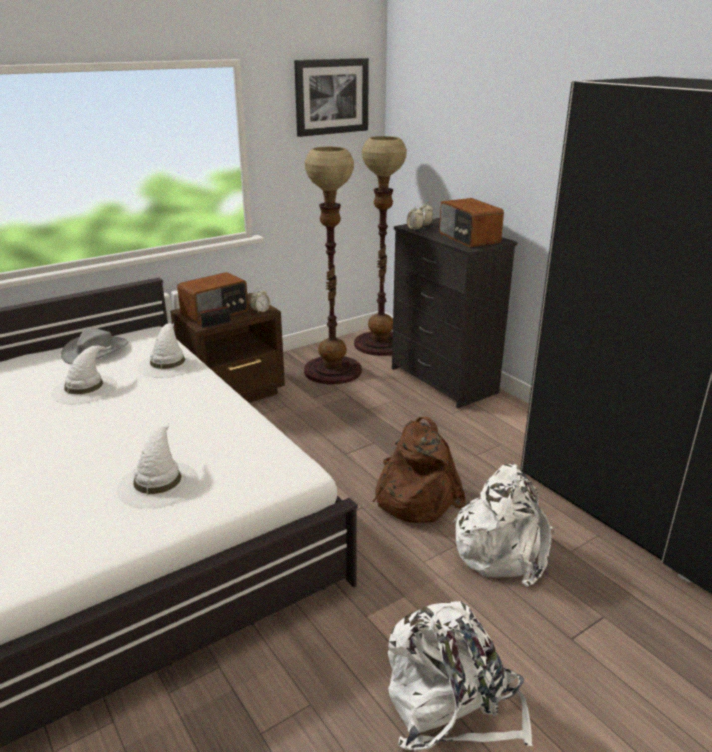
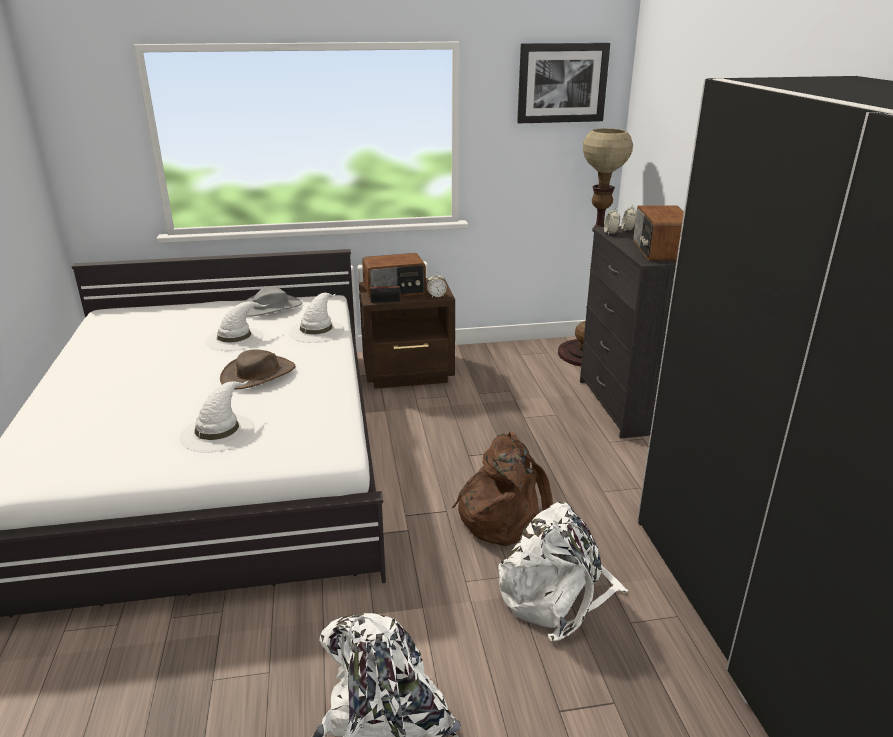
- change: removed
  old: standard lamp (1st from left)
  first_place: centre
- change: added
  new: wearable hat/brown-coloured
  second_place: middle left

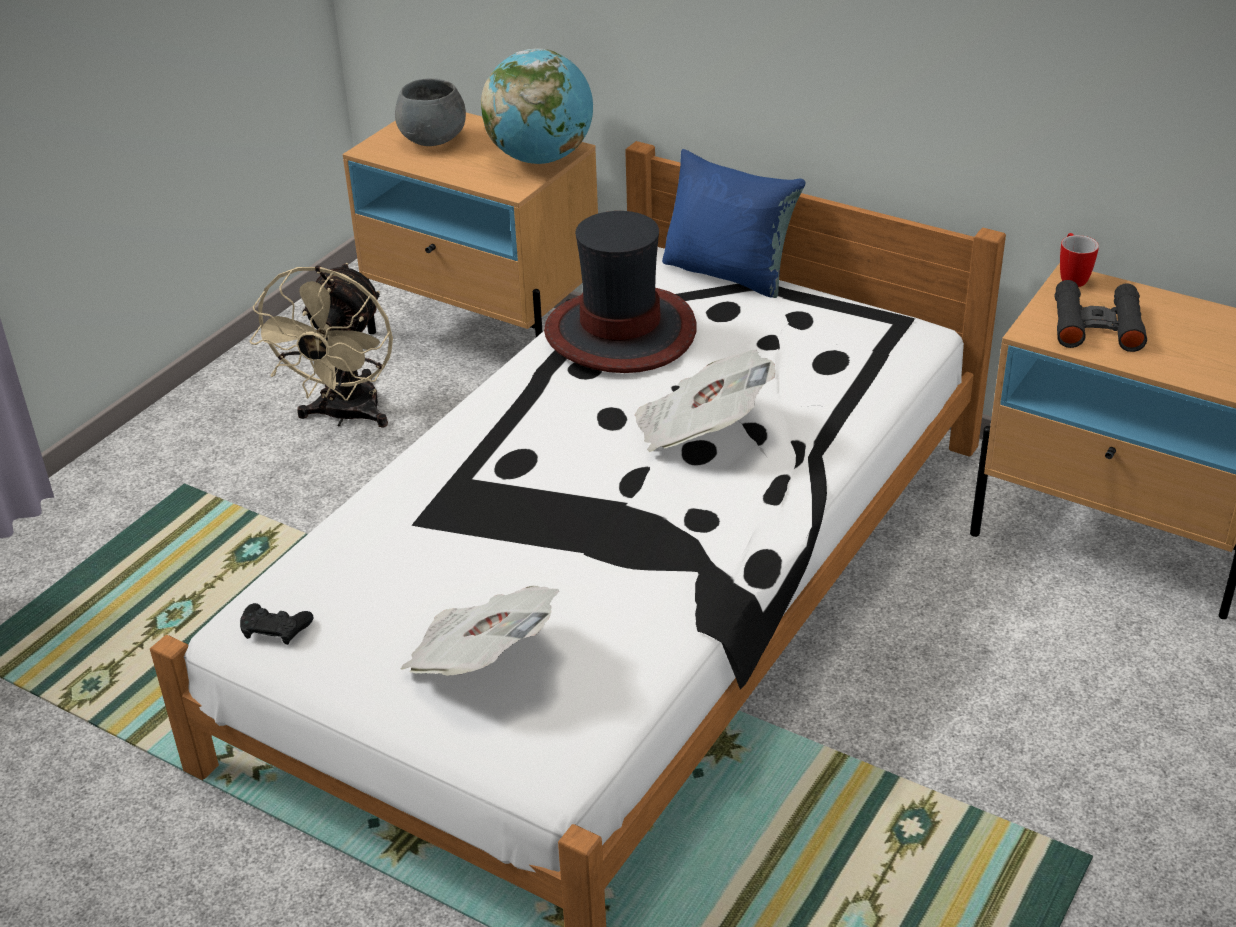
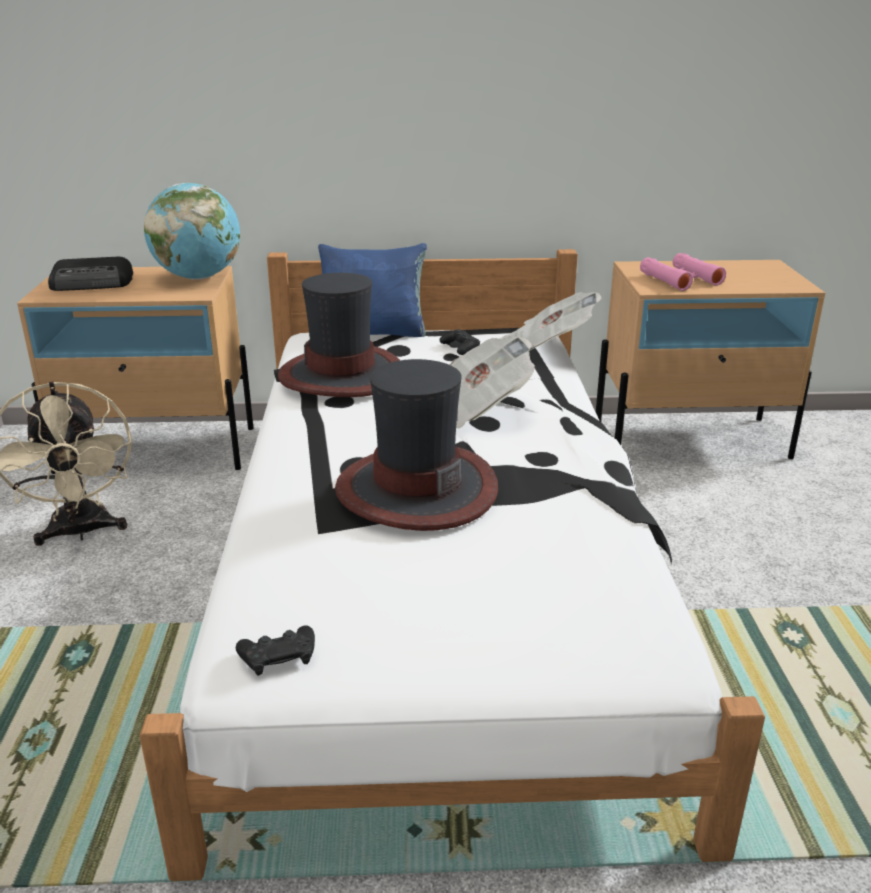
- change: replaced
  old: serving bowl/grey
  new: radio
  first_place: top centre
  second_place: top left
- change: removed
  old: tea mug
  first_place: top right
- change: recoloured
  old: field glasses/black-coloured
  new: field glasses/pink
  first_place: middle right
  second_place: top right
- change: moved
  old: printed paper (1st from left in the first image)
  new: printed paper (2nd from left)
  first_place: bottom centre
  second_place: centre
- change: added
  new: gamepad/black-coloured (2nd from left)
  second_place: centre
- change: added
  new: wearable hat (2nd from left)
  second_place: centre

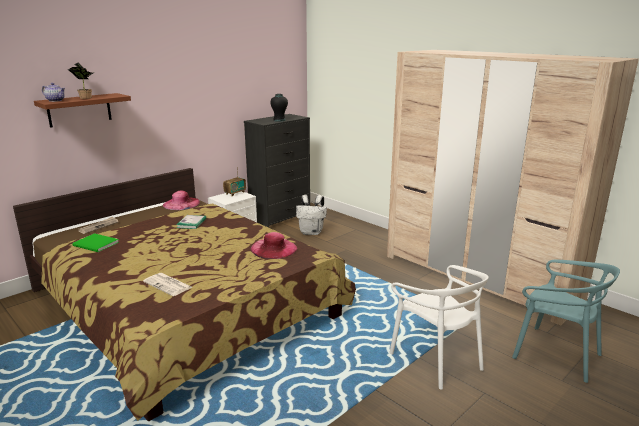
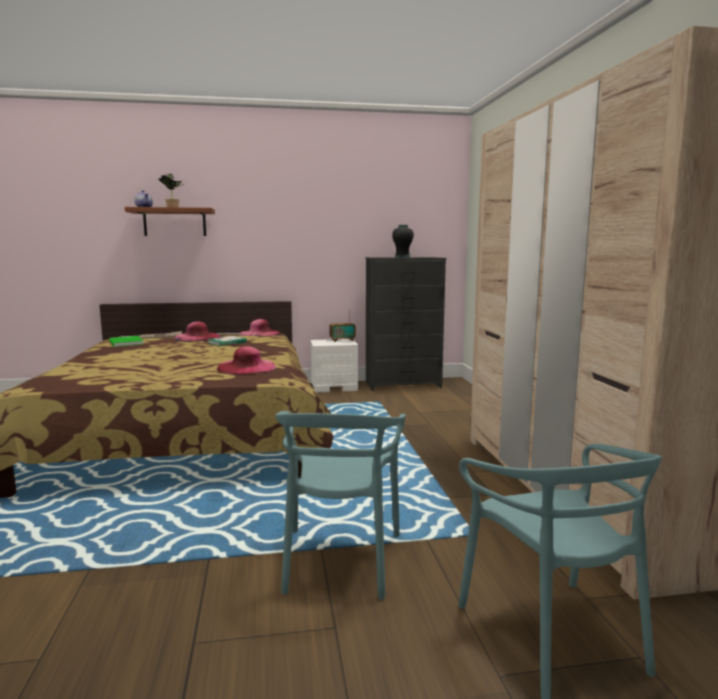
- change: removed
  old: backpack/whitish
  first_place: centre
- change: recoloured
  old: plain chair/whitish
  new: plain chair/blue-green (1st from left)
  first_place: bottom right
  second_place: bottom centre
- change: removed
  old: printed paper (2nd from left)
  first_place: bottom left
- change: added
  new: wearable hat/pink (1st from left)
  second_place: middle left

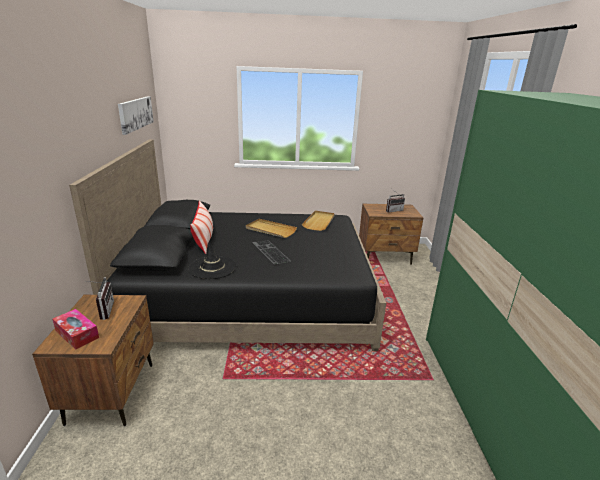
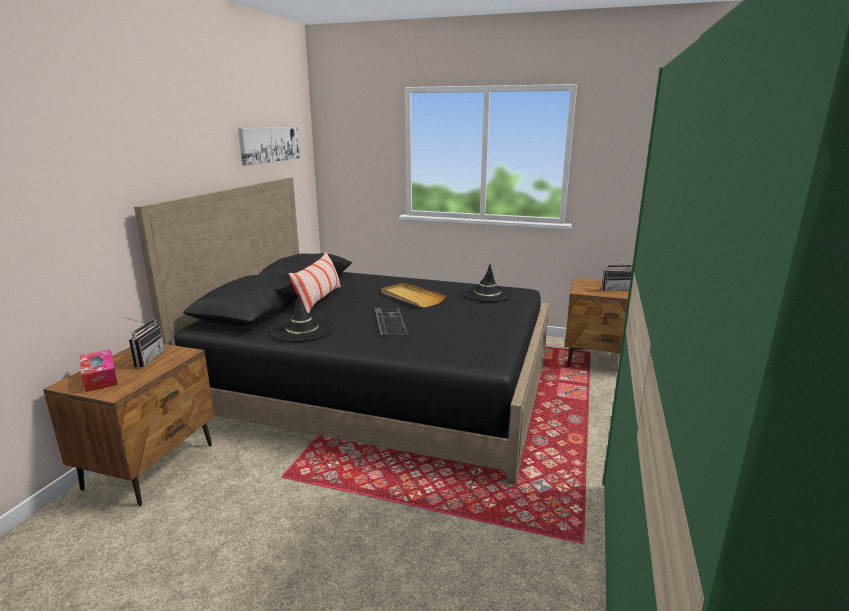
- change: replaced
  old: carrying tray/beige-coloured (2nd from left)
  new: wearable hat/black-coloured (2nd from left)
  first_place: centre
  second_place: centre

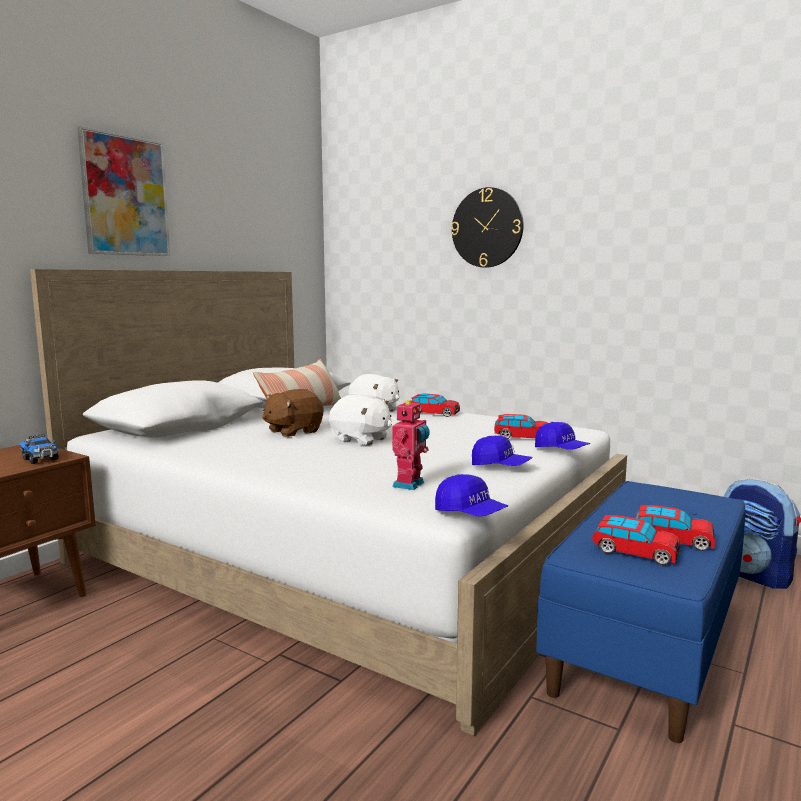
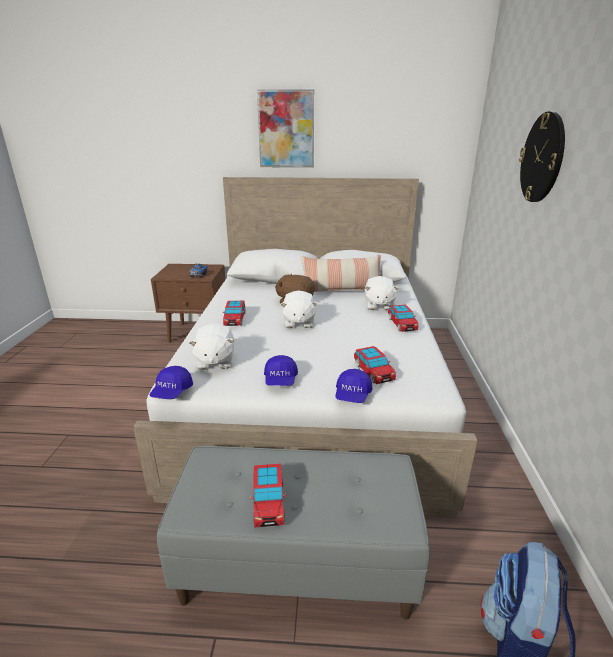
- change: replaced
  old: robot figure
  new: plush toy/whitish (1st from left)
  first_place: centre
  second_place: centre
- change: recoloured
  old: bench/blue
  new: bench/grey
  first_place: bottom right
  second_place: bottom centre
- change: moved
  old: model car (3rd from left in the first image)
  new: model car (1st from left)
  first_place: bottom right
  second_place: centre

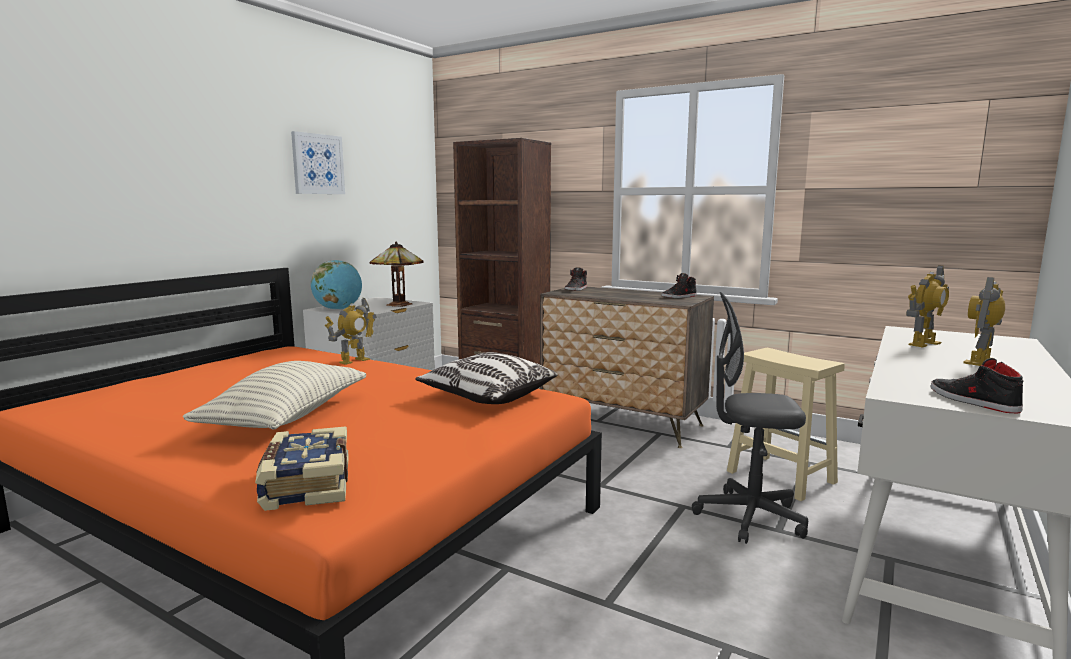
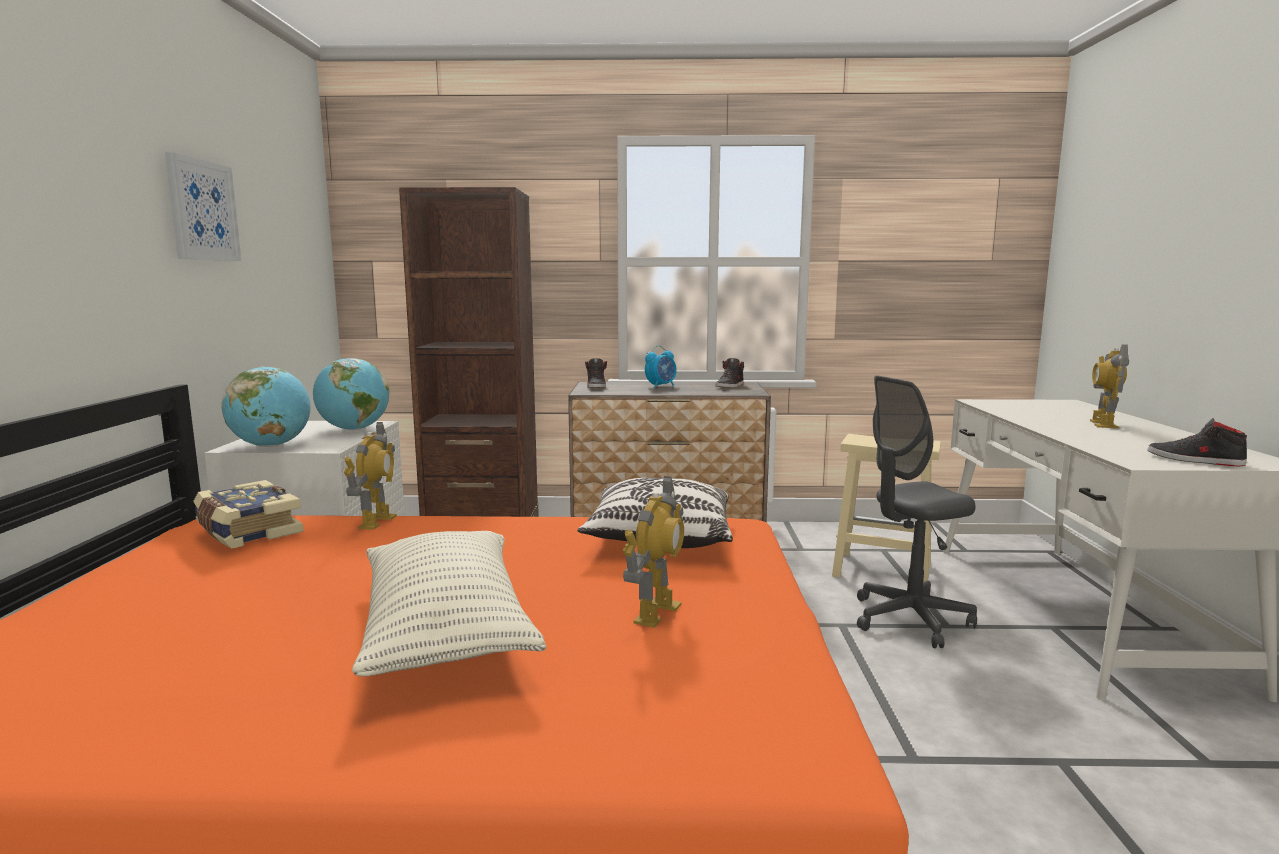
- change: replaced
  old: lamp for a table
  new: desk globe (2nd from left)
  first_place: centre
  second_place: middle left
- change: moved
  old: robot figure (2nd from left)
  first_place: middle right
  second_place: centre
- change: moved
  old: volume
  first_place: bottom left
  second_place: middle left
- change: added
  new: table clock
  second_place: centre

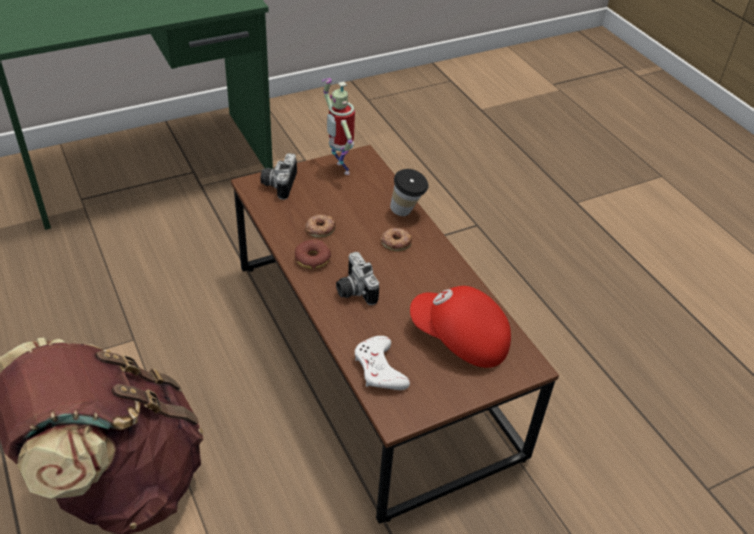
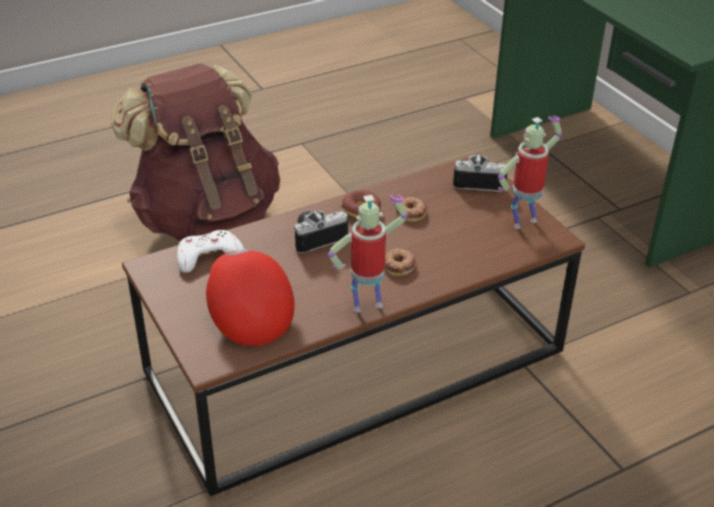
- change: removed
  old: small cup
  first_place: centre
- change: turned
  old: cap/red
  first_place: centre
  second_place: centre
  degrees: -45
- change: added
  new: robot figure (1st from left)
  second_place: centre

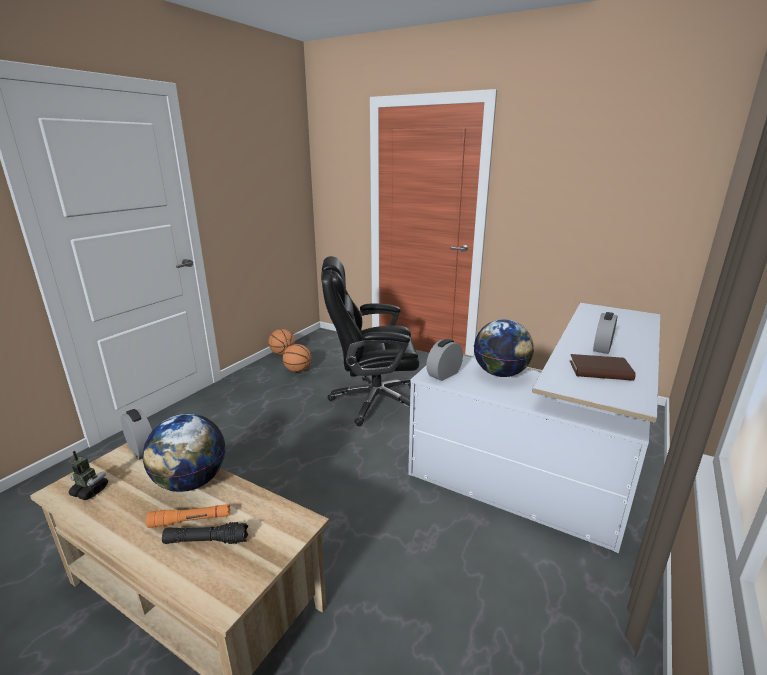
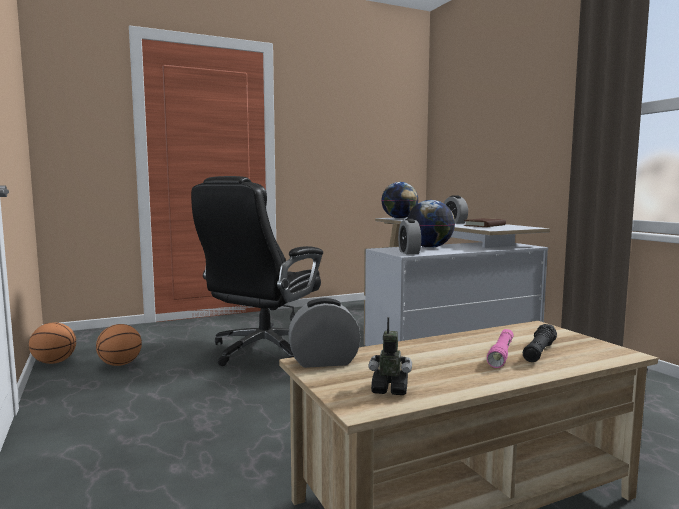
- change: moved
  old: desk globe (1st from left)
  first_place: bottom left
  second_place: centre
- change: turned
  old: robot figure
  first_place: bottom left
  second_place: bottom centre
  degrees: 45
- change: recoloured
  old: hand torch/orange-coloured
  new: hand torch/pink
  first_place: bottom left
  second_place: bottom right

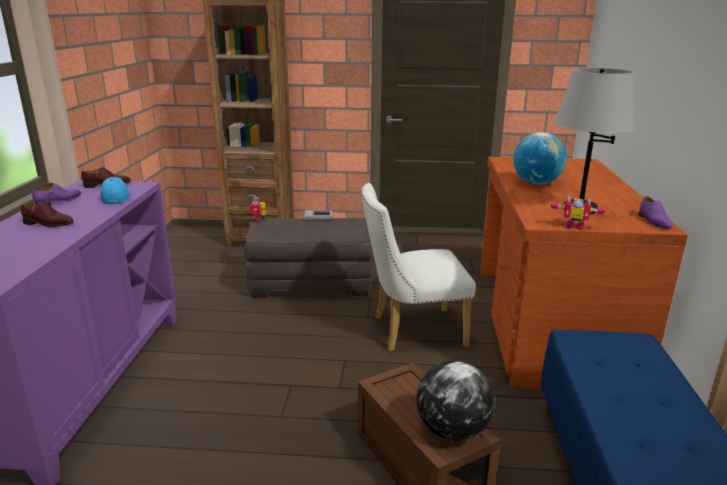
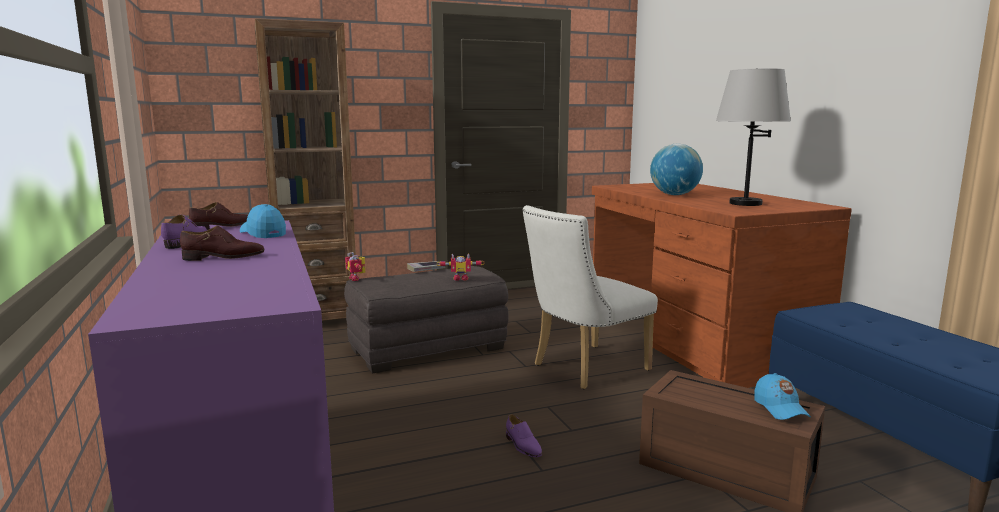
- change: moved
  old: robot figure (2nd from left)
  first_place: middle right
  second_place: centre
- change: moved
  old: low shoe/purplish (2nd from left)
  first_place: middle right
  second_place: bottom centre
- change: replaced
  old: desk globe (1st from left)
  new: cap/blue (2nd from left)
  first_place: bottom centre
  second_place: bottom right

